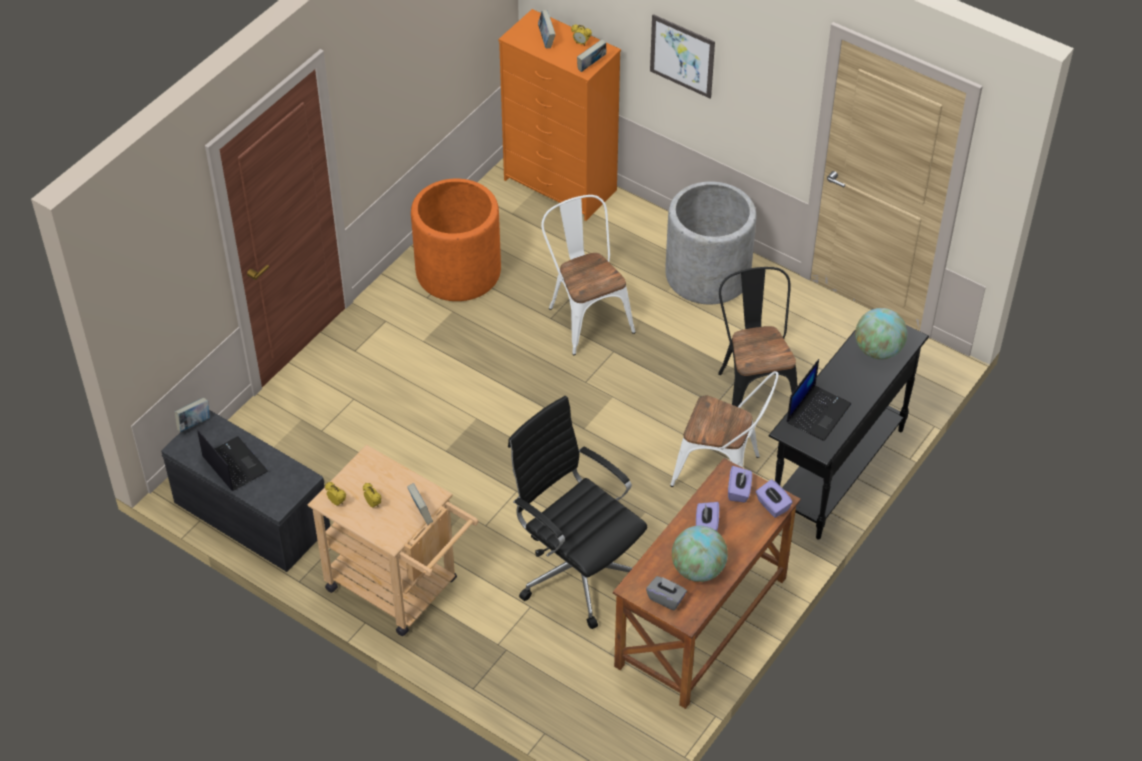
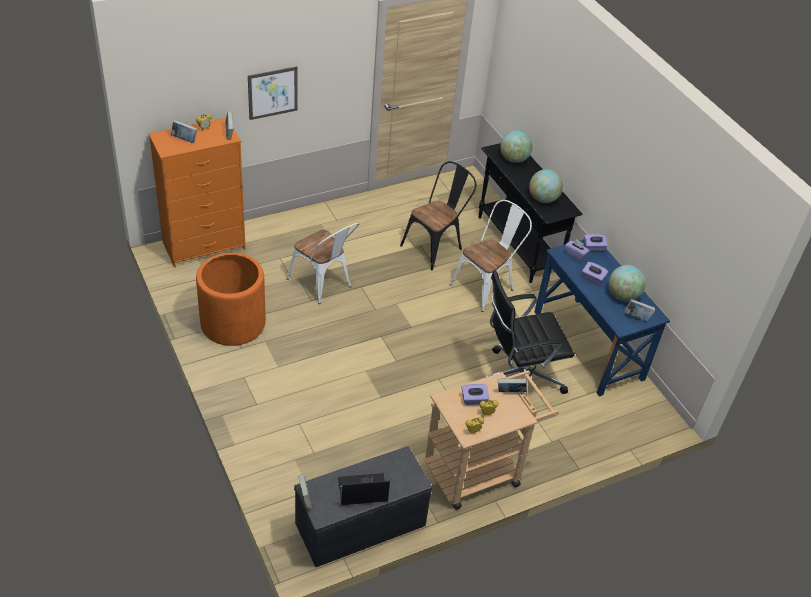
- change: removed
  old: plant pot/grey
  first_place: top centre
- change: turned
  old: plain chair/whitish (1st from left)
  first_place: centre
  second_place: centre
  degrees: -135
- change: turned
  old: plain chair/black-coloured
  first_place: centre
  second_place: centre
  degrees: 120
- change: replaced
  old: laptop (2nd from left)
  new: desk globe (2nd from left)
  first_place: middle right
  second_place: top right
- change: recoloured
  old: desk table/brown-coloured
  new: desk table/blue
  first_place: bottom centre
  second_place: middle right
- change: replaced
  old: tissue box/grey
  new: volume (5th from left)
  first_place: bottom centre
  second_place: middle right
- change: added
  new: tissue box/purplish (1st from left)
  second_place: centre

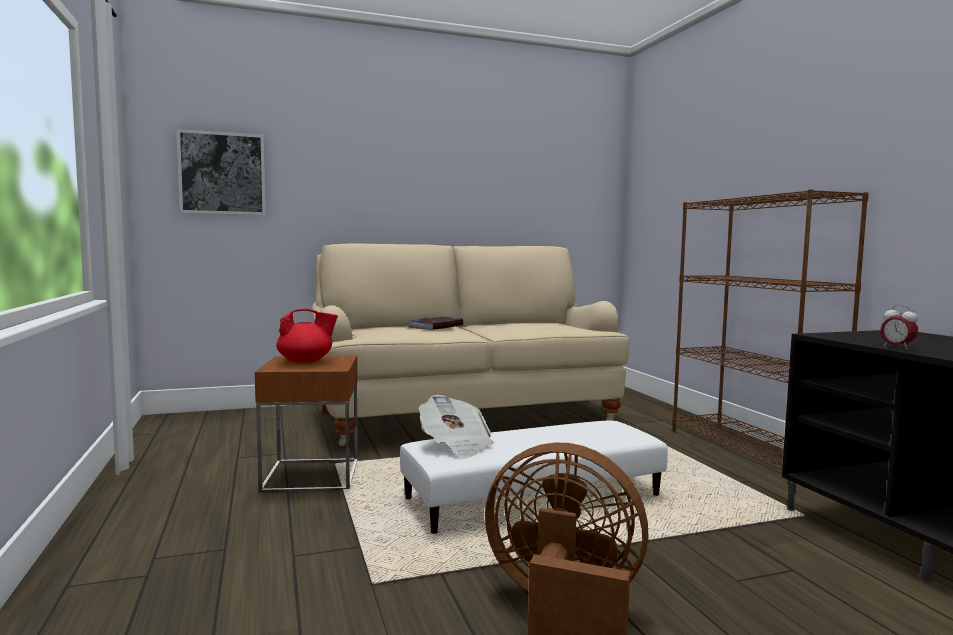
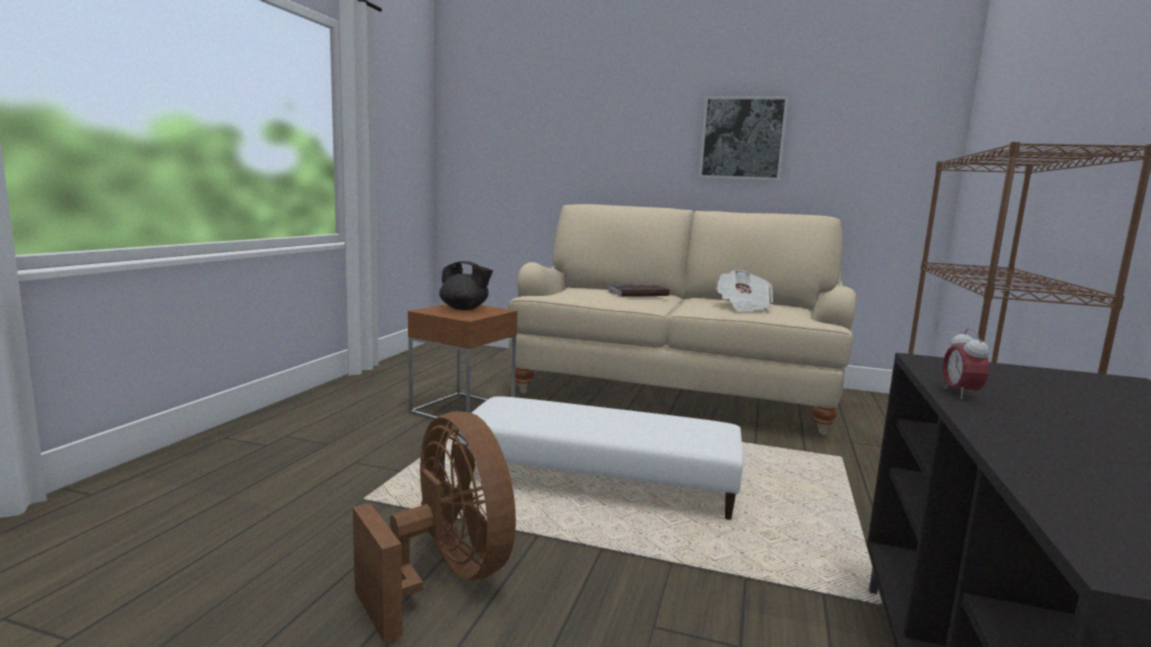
- change: moved
  old: wall art
  first_place: top left
  second_place: top centre
- change: recoloured
  old: pot for tea/red
  new: pot for tea/black-coloured
  first_place: middle left
  second_place: centre
- change: moved
  old: printed paper
  first_place: bottom centre
  second_place: centre

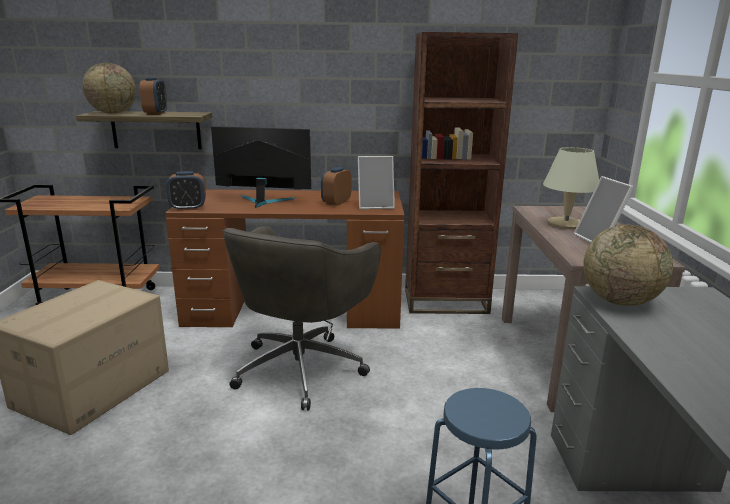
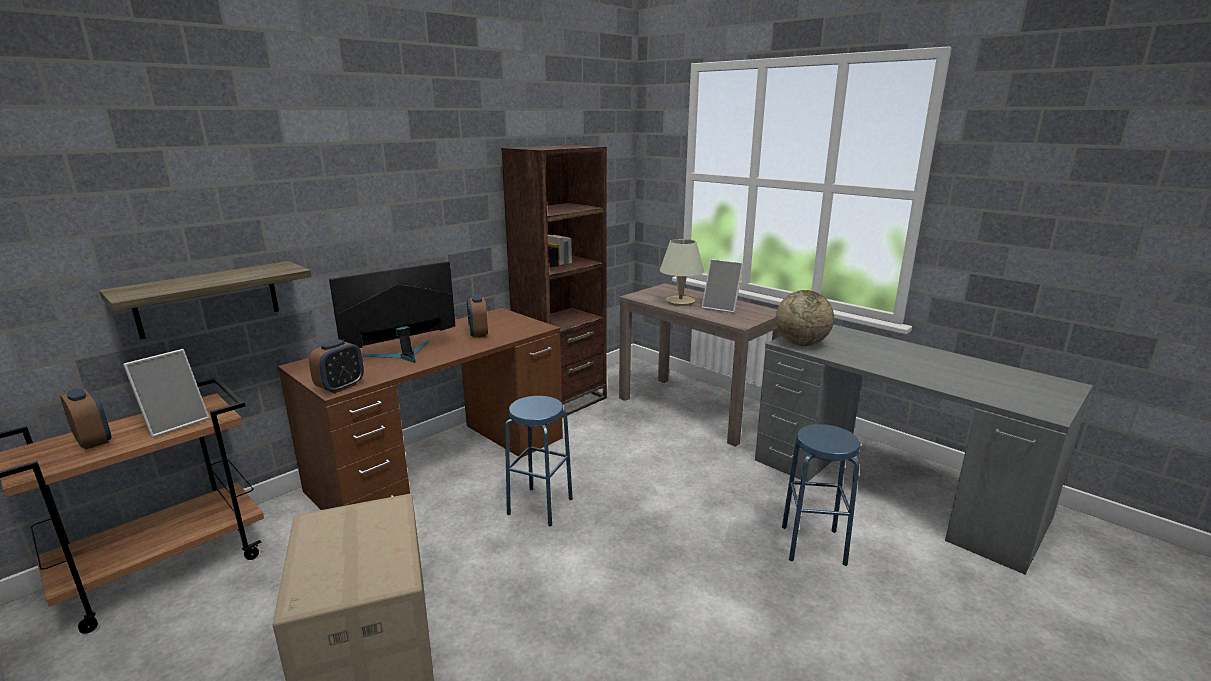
- change: removed
  old: desk globe (1st from left)
  first_place: top left
- change: moved
  old: table clock (1st from left)
  first_place: top left
  second_place: middle left
- change: moved
  old: photo frame (1st from left)
  first_place: centre
  second_place: middle left
- change: replaced
  old: computer chair/grey
  new: stool seat/blue (1st from left)
  first_place: centre
  second_place: bottom centre

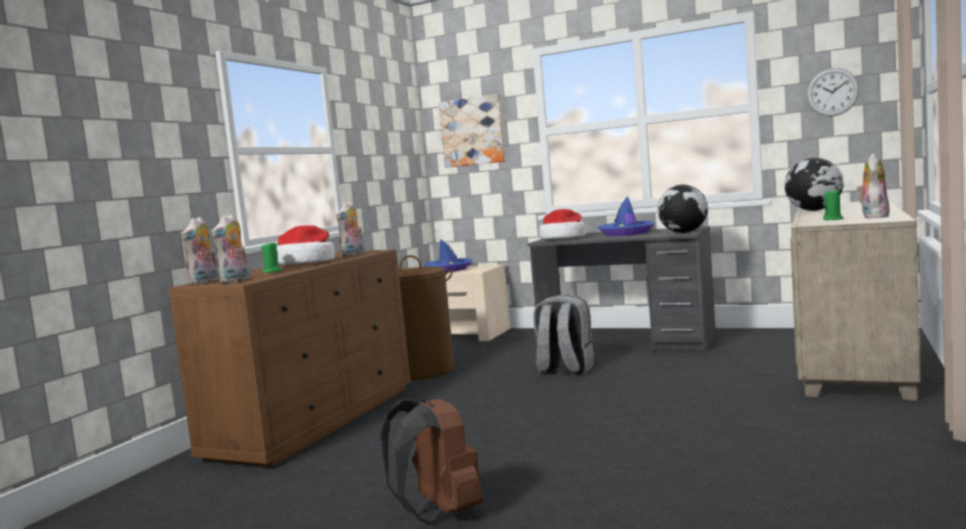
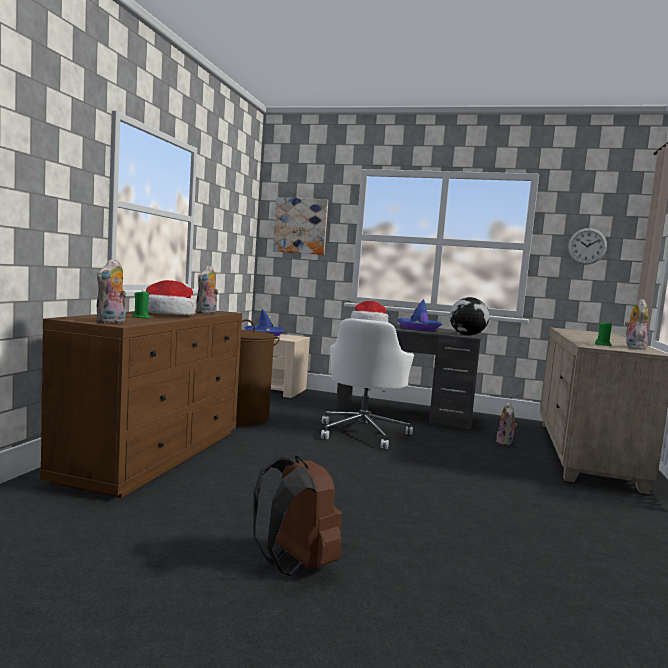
- change: removed
  old: desk globe (2nd from left)
  first_place: middle right
- change: moved
  old: plush toy (1st from left in the first image)
  new: plush toy (3rd from left)
  first_place: middle left
  second_place: middle right
- change: replaced
  old: backpack/grey
  new: computer chair/whitish
  first_place: centre
  second_place: centre

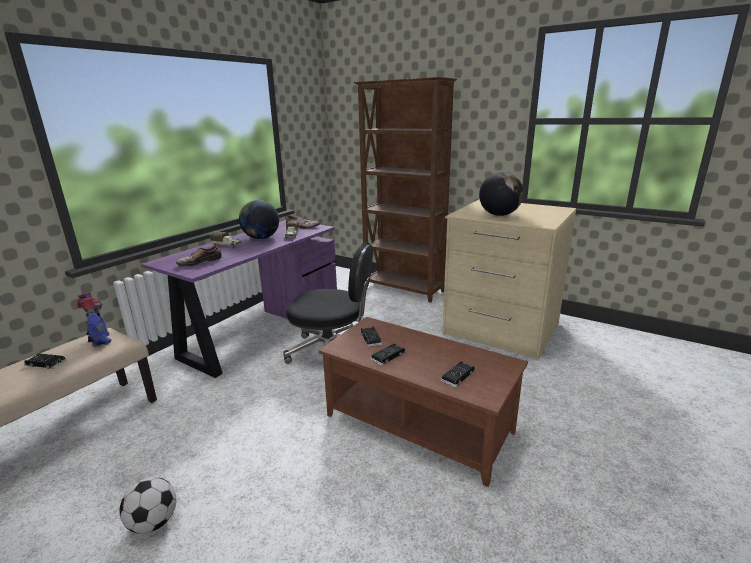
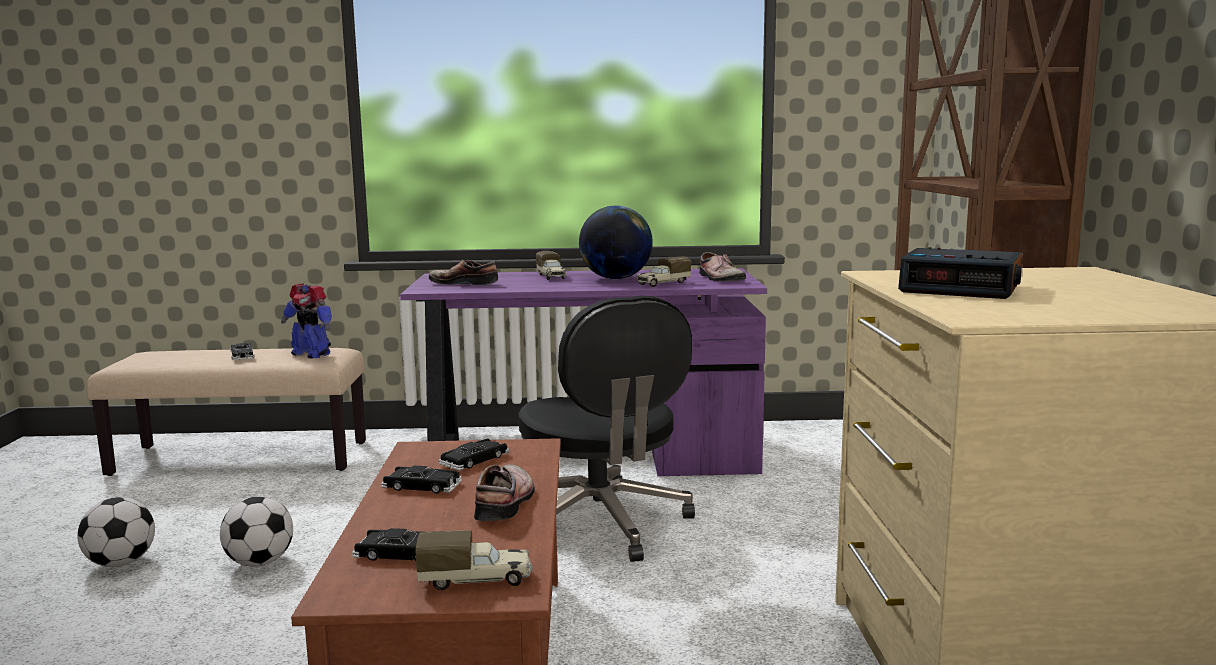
- change: replaced
  old: desk globe (2nd from left)
  new: table clock
  first_place: middle right
  second_place: middle right
- change: turned
  old: robot figure
  first_place: middle left
  second_place: middle left
  degrees: 105
- change: added
  new: low shoe (2nd from left)
  second_place: bottom centre
- change: added
  new: football (2nd from left)
  second_place: bottom left
- change: added
  new: toy lorry (1st from left)
  second_place: bottom centre

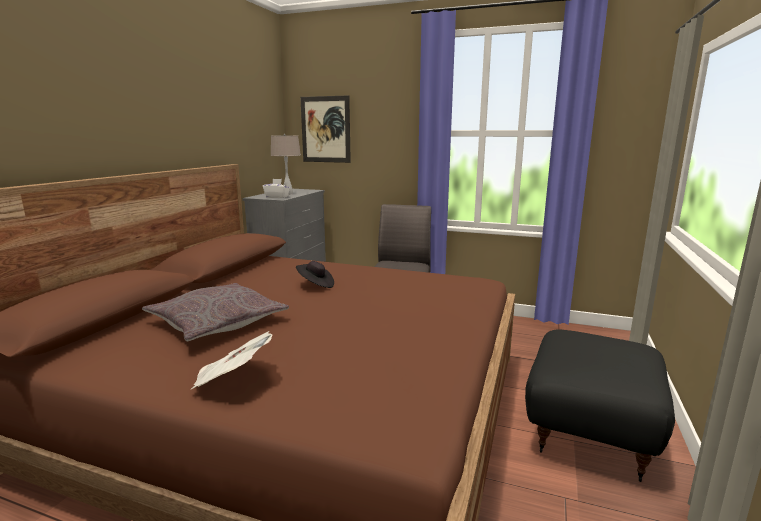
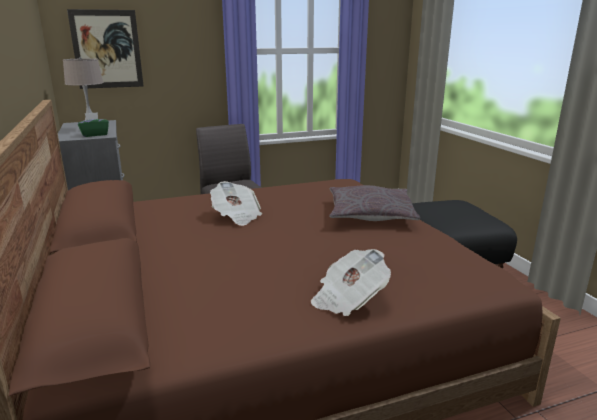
- change: recoloured
  old: tissue box/whitish
  new: tissue box/green-coloured
  first_place: centre
  second_place: top left
- change: replaced
  old: wearable hat/black-coloured
  new: printed paper (1st from left)
  first_place: centre
  second_place: centre
- change: moved
  old: throw pillow/grey
  first_place: middle left
  second_place: centre

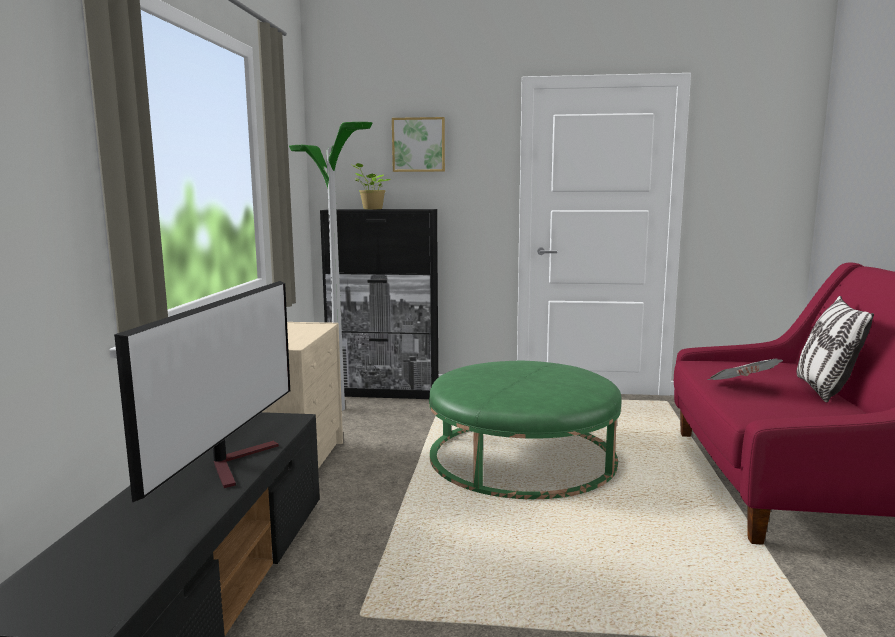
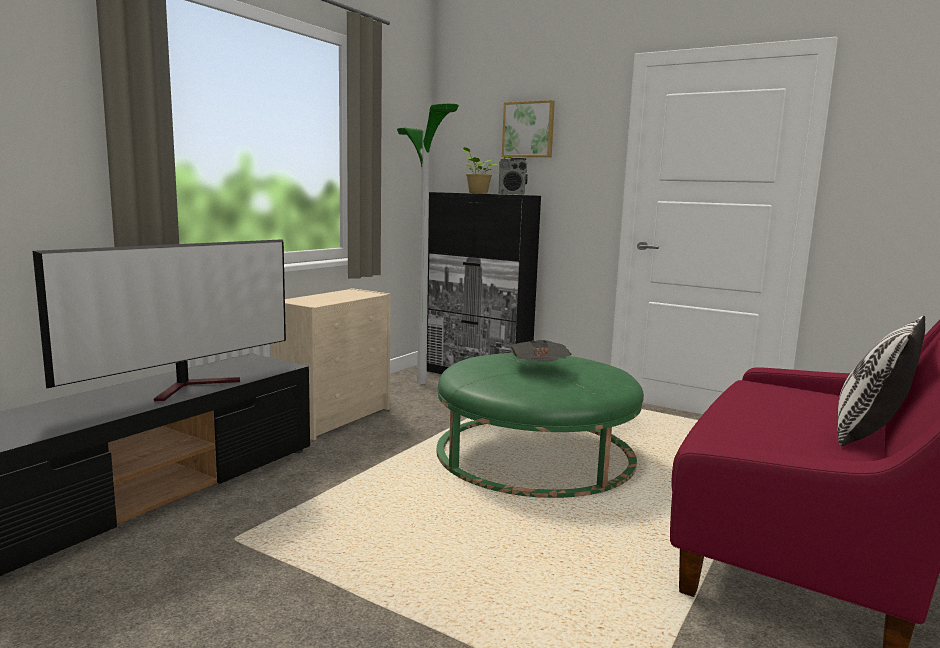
- change: moved
  old: printed paper
  first_place: middle right
  second_place: centre
- change: added
  new: radio
  second_place: top centre

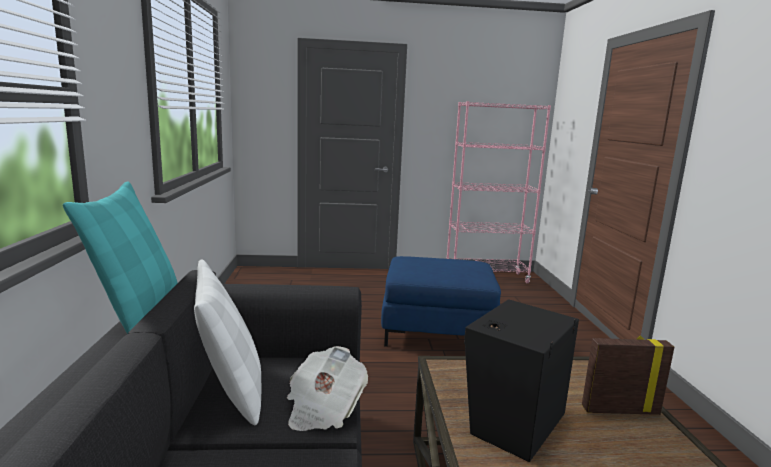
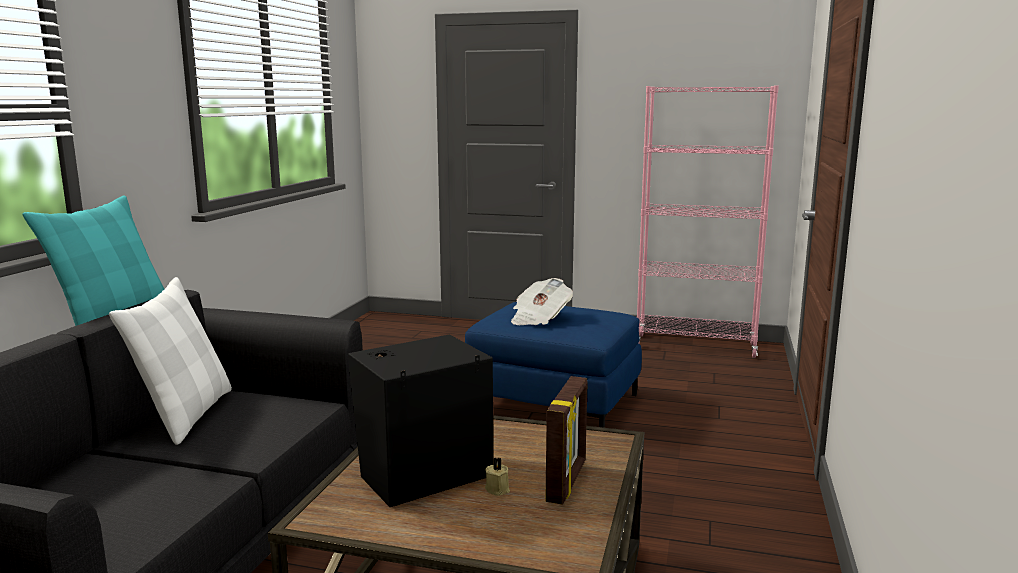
- change: turned
  old: photo frame
  first_place: bottom right
  second_place: bottom centre
  degrees: 90
- change: moved
  old: printed paper
  first_place: bottom centre
  second_place: centre
- change: added
  new: wax candle/beige-coloured
  second_place: bottom centre

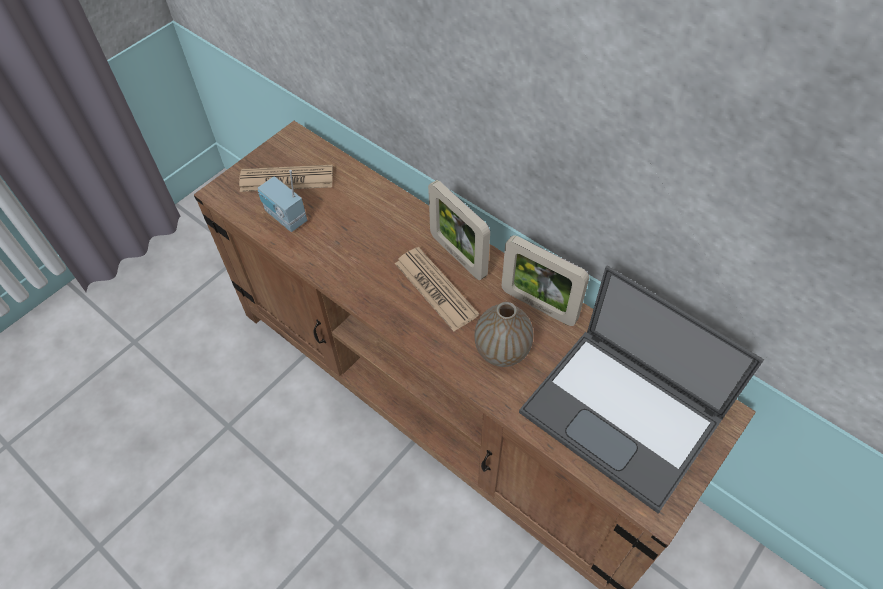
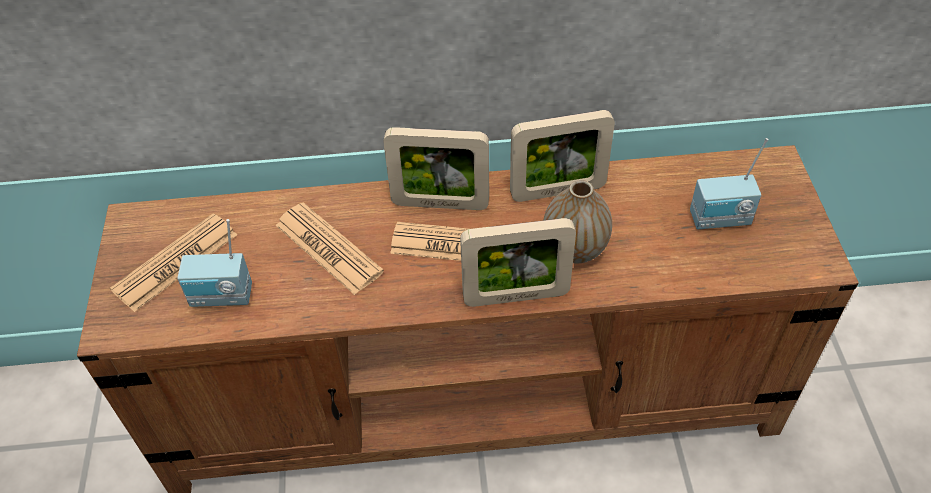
- change: replaced
  old: laptop
  new: radio (2nd from left)
  first_place: middle right
  second_place: middle right
- change: added
  new: printed paper (2nd from left)
  second_place: centre
- change: added
  new: photo frame (2nd from left)
  second_place: centre

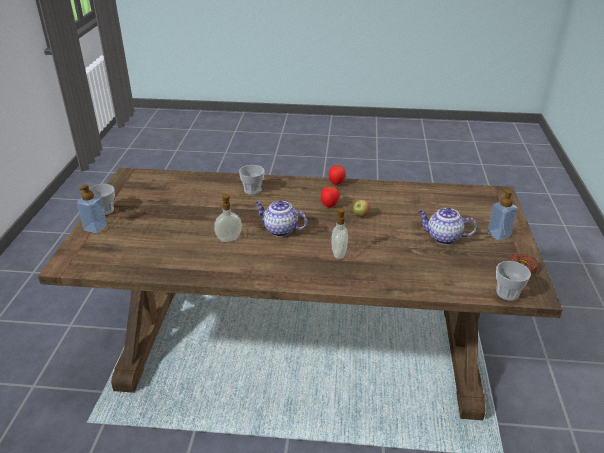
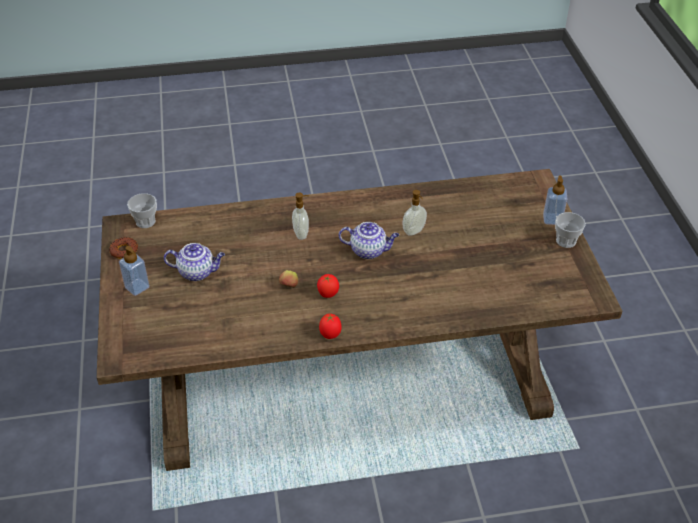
- change: removed
  old: small cup (2nd from left)
  first_place: centre

